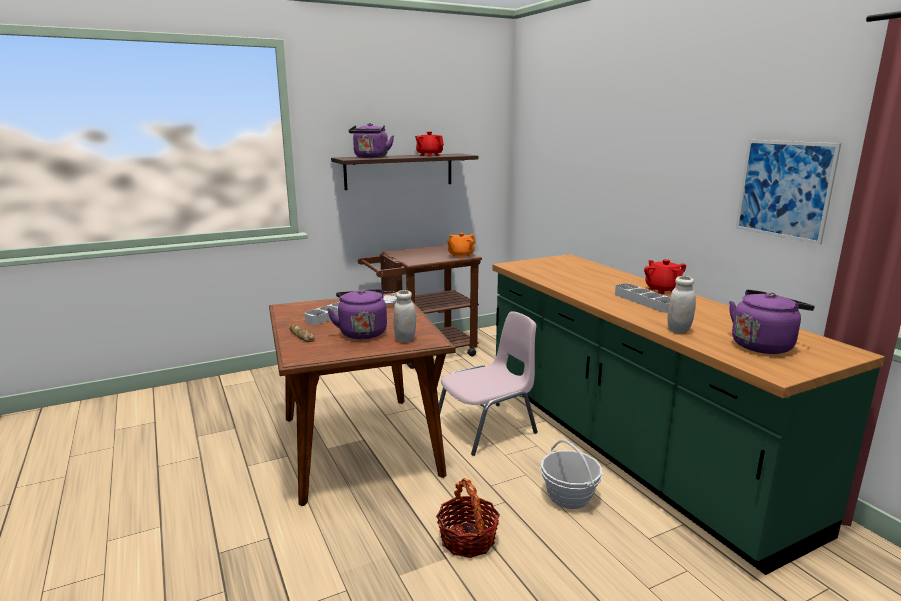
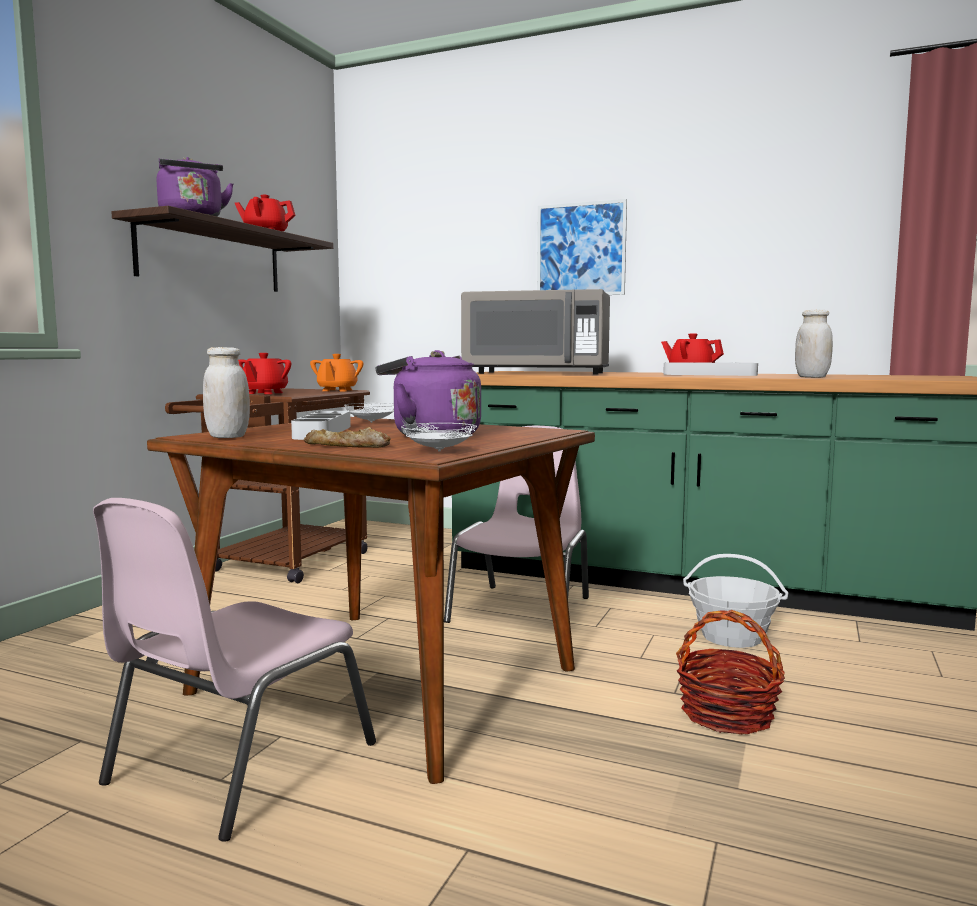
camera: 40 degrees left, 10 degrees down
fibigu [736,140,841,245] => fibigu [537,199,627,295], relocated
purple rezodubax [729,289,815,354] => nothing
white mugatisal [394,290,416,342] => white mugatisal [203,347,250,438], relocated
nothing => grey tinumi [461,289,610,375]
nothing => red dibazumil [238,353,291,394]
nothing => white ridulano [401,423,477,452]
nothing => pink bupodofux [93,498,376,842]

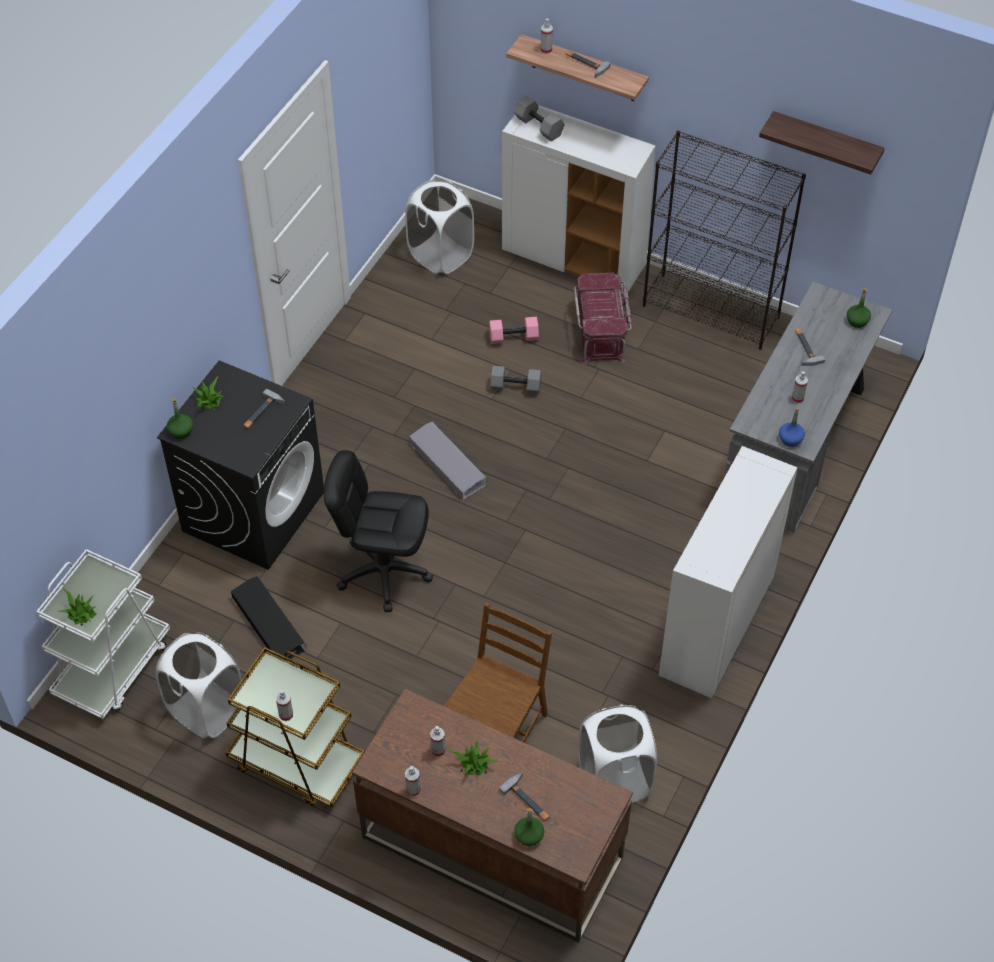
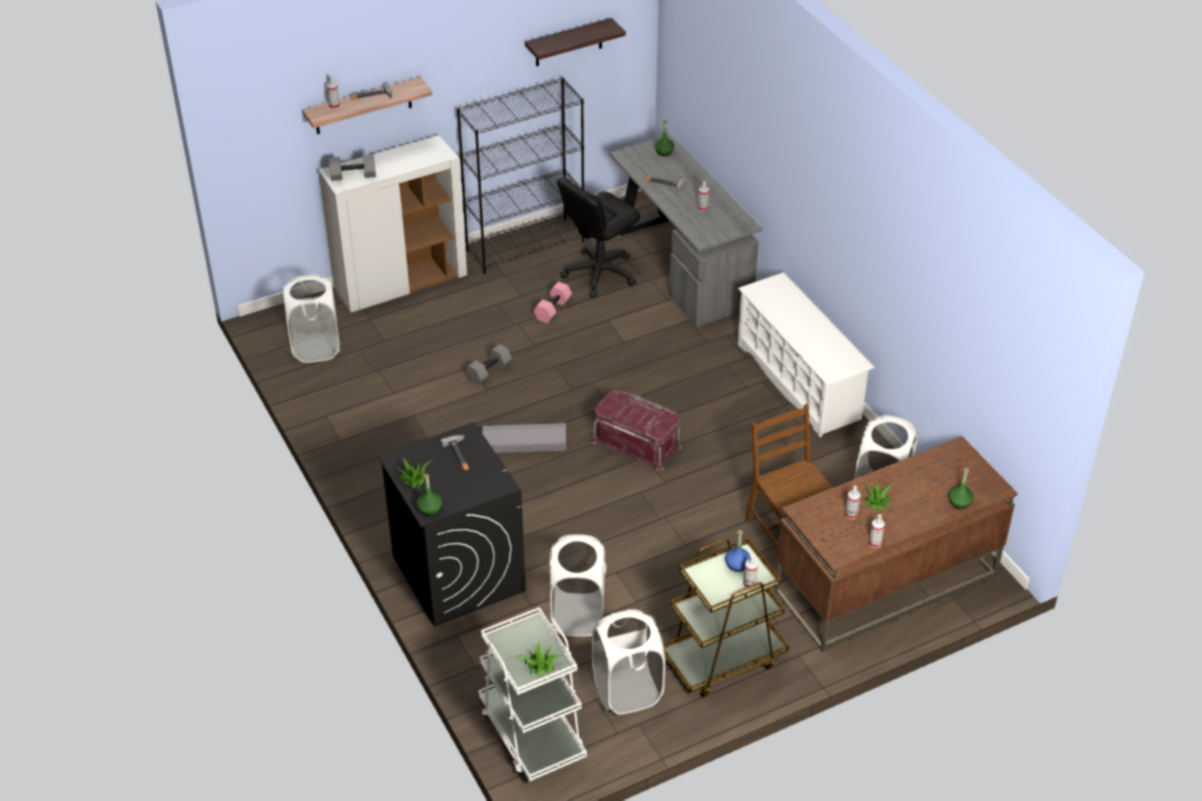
camera: 55 degrees left, 10 degrees down
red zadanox [573,273,632,365] => red zadanox [591,390,682,471], relocated
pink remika [489,317,539,344] => pink remika [533,282,572,323], relocated
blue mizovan [779,407,805,447] => blue mizovan [725,530,750,572], relocated
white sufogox [659,446,798,698] => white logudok [738,272,875,437]
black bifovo [324,450,433,612] => black bifovo [557,177,640,298], relocated
black zadanox [231,576,306,661] => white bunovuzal [549,534,606,637]
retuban [499,773,549,821] => nothing

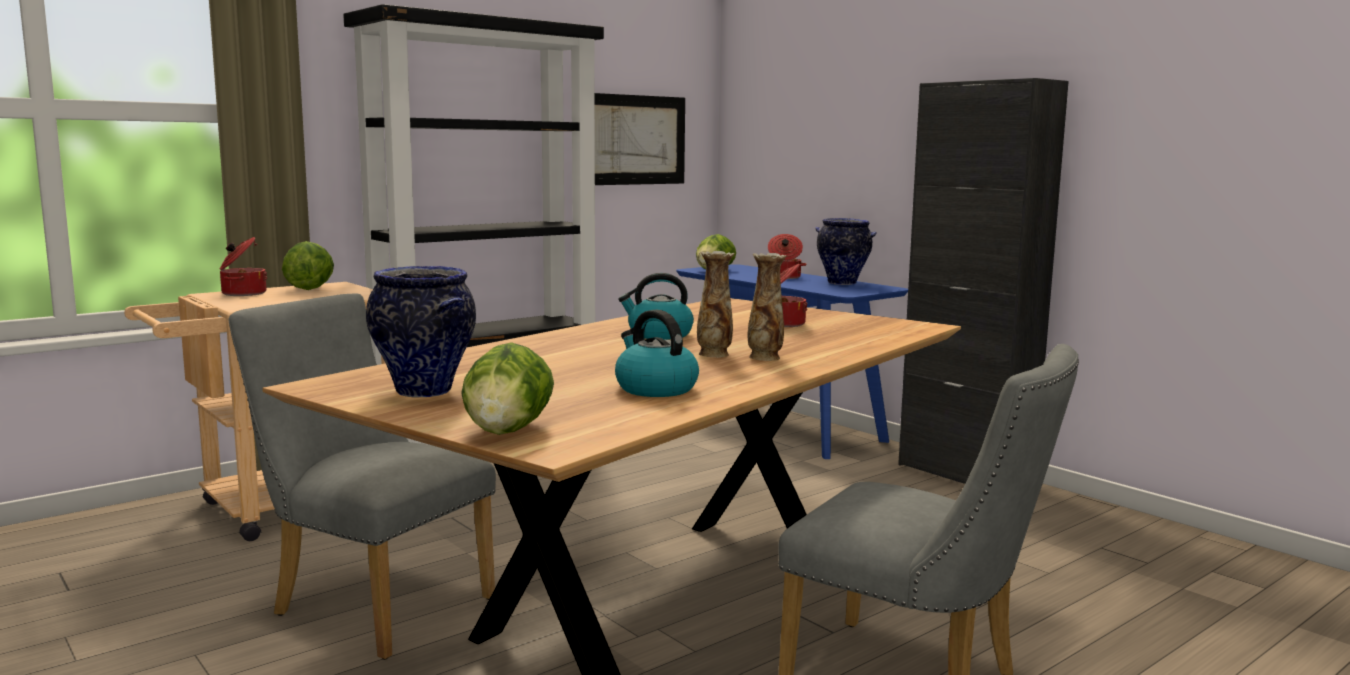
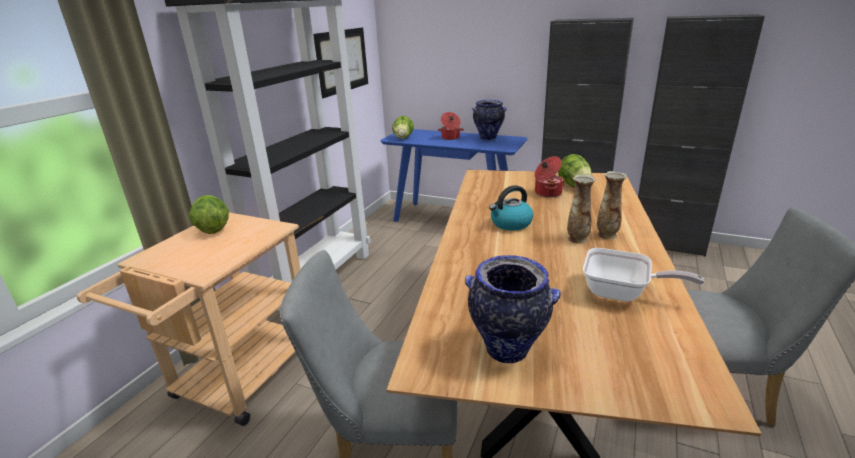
camera: 25 degrees left, 15 degrees up
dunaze [220,237,268,296] => nothing
rezodubax [615,310,699,397] => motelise [583,248,704,301]
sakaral [461,342,554,435] => sakaral [558,154,592,187], relocated
nothing => black sufogox [638,14,765,257]

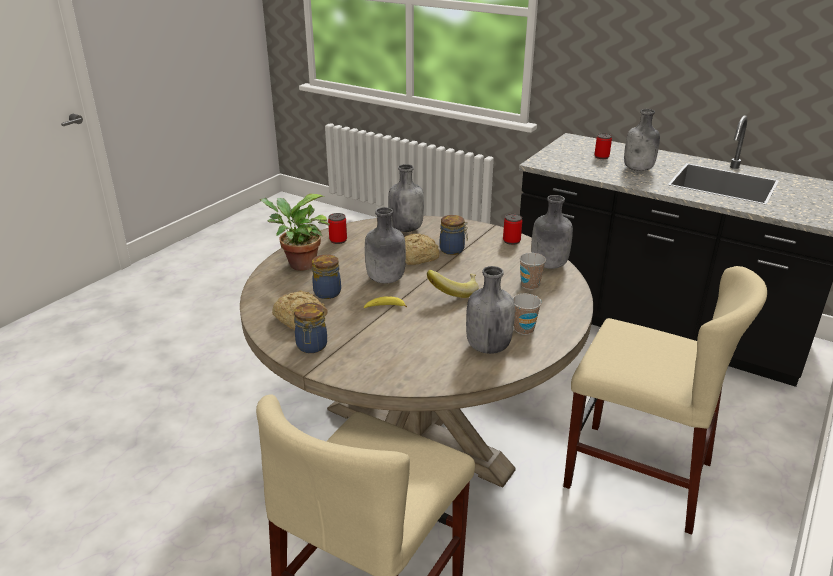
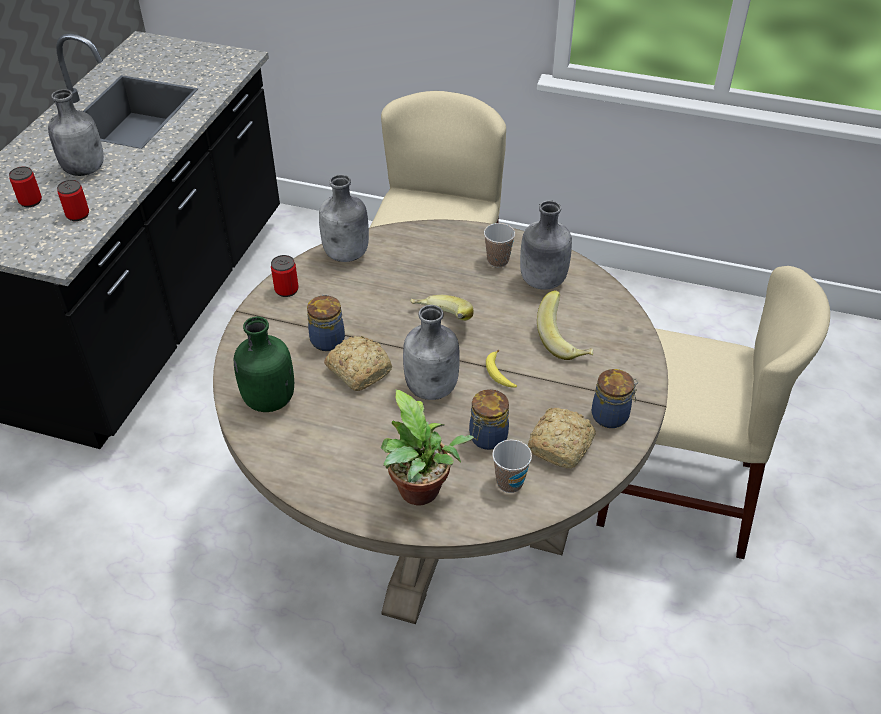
camera: 105 degrees left, 15 degrees up
grey mizovan [388,164,424,232] => green mizovan [234,317,294,412]
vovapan [328,213,347,244] => vovapan [57,180,89,221], relocated
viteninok [519,253,546,290] => viteninok [492,440,532,493], relocated
nothing => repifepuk [537,290,593,360]

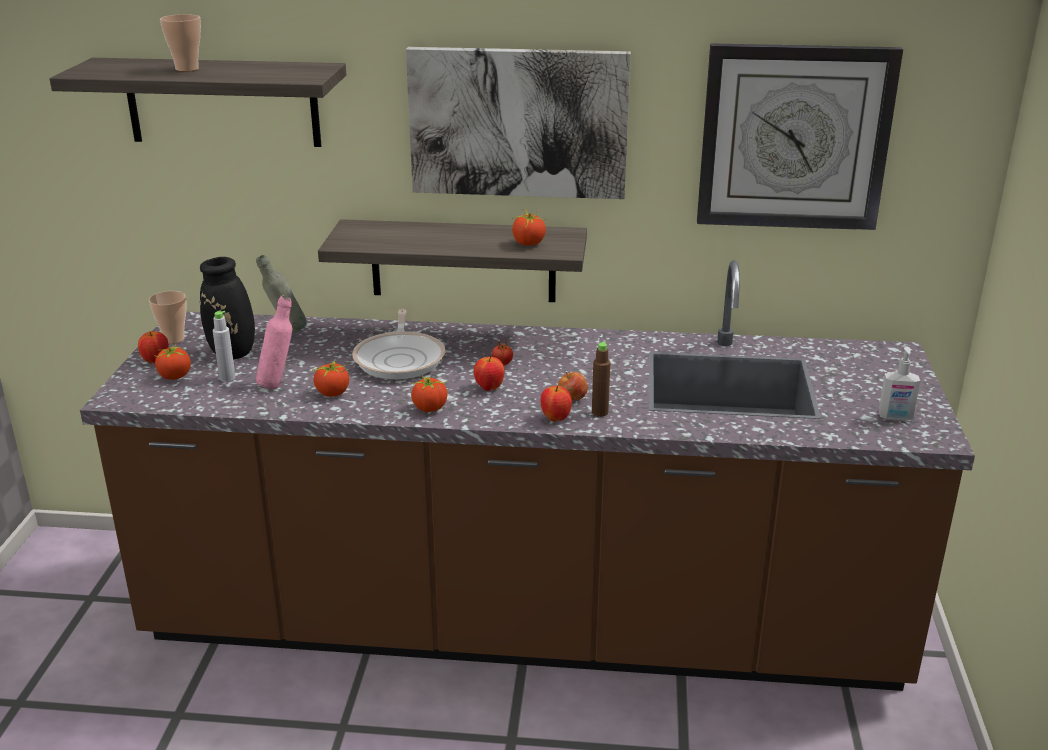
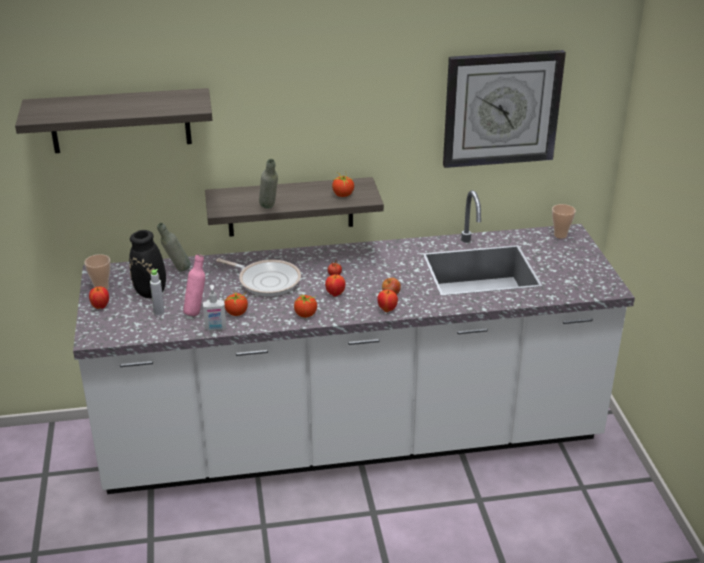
camera: 15 degrees left, 5 degrees up
viteninok [160,14,201,71] => viteninok [552,204,576,239], relocated
fibigu [406,47,631,199] => nothing
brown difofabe [80,260,975,691] => white difofabe [73,190,635,494]
motelise [352,309,445,379] => motelise [216,258,301,296], 45 degrees counterclockwise
brown mizovan [592,341,610,417] => nothing
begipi [154,344,191,380] => nothing
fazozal [878,347,920,421] => fazozal [203,285,226,331], relocated
nothing => grey mizovan [259,159,278,209]

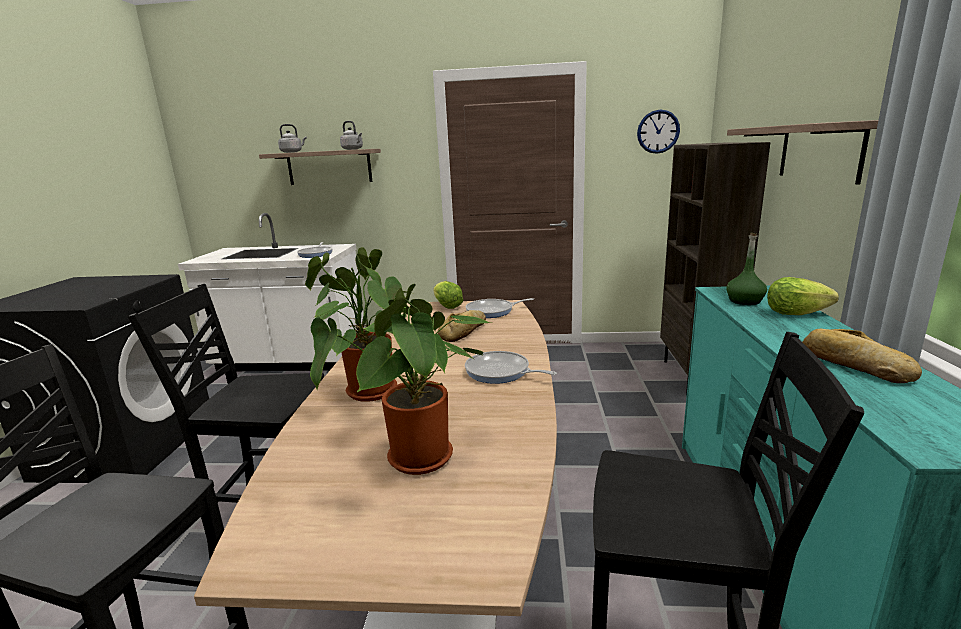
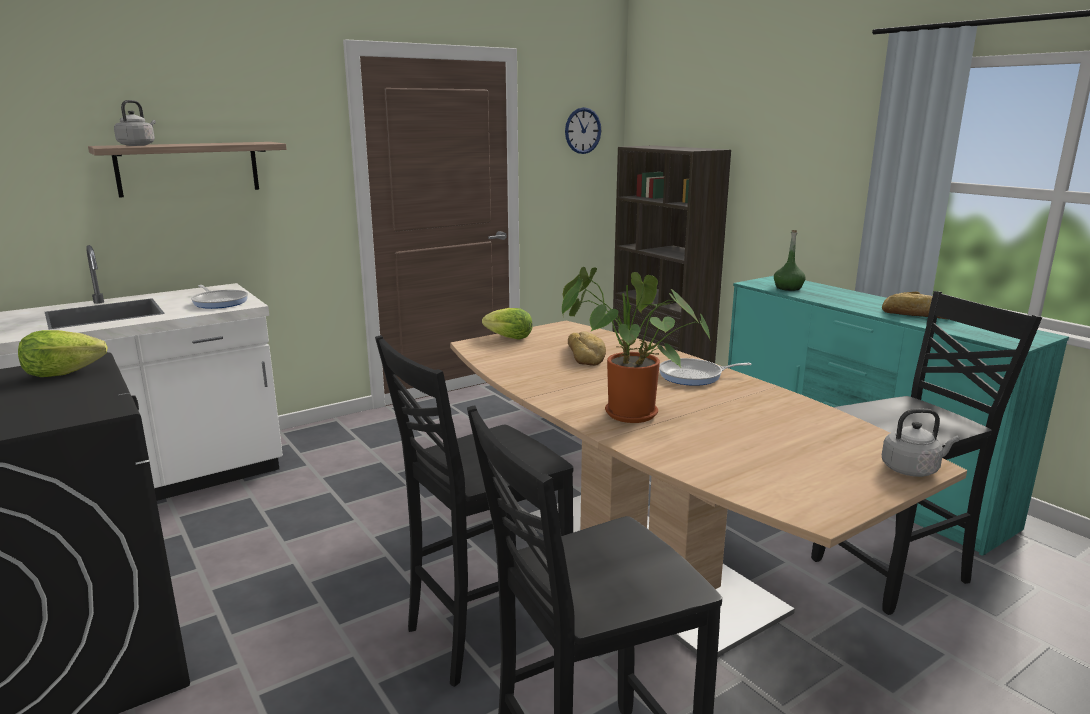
camera: 40 degrees left, 0 degrees up
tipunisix [727,120,878,185] => nothing
grey rezodubax [340,121,363,150] => grey rezodubax [882,409,959,477], relocated
sakaral [767,277,839,315] => sakaral [18,330,108,377], relocated
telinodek [310,284,491,475] => nothing
motelise [466,298,534,318] => nothing

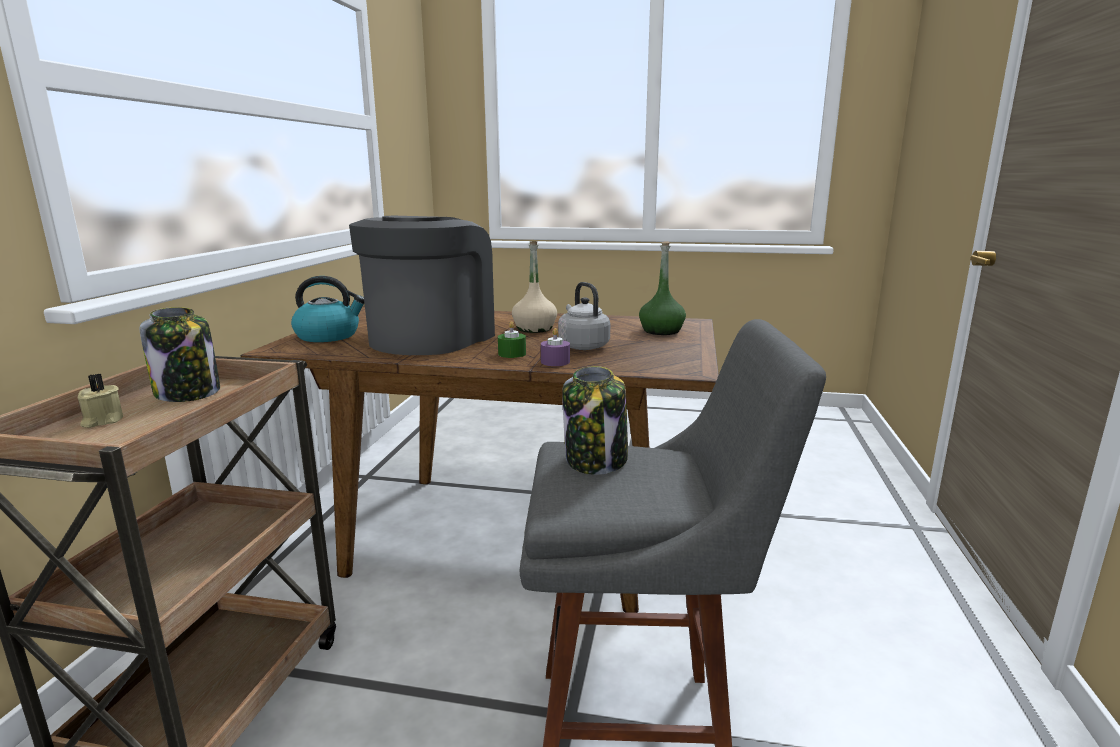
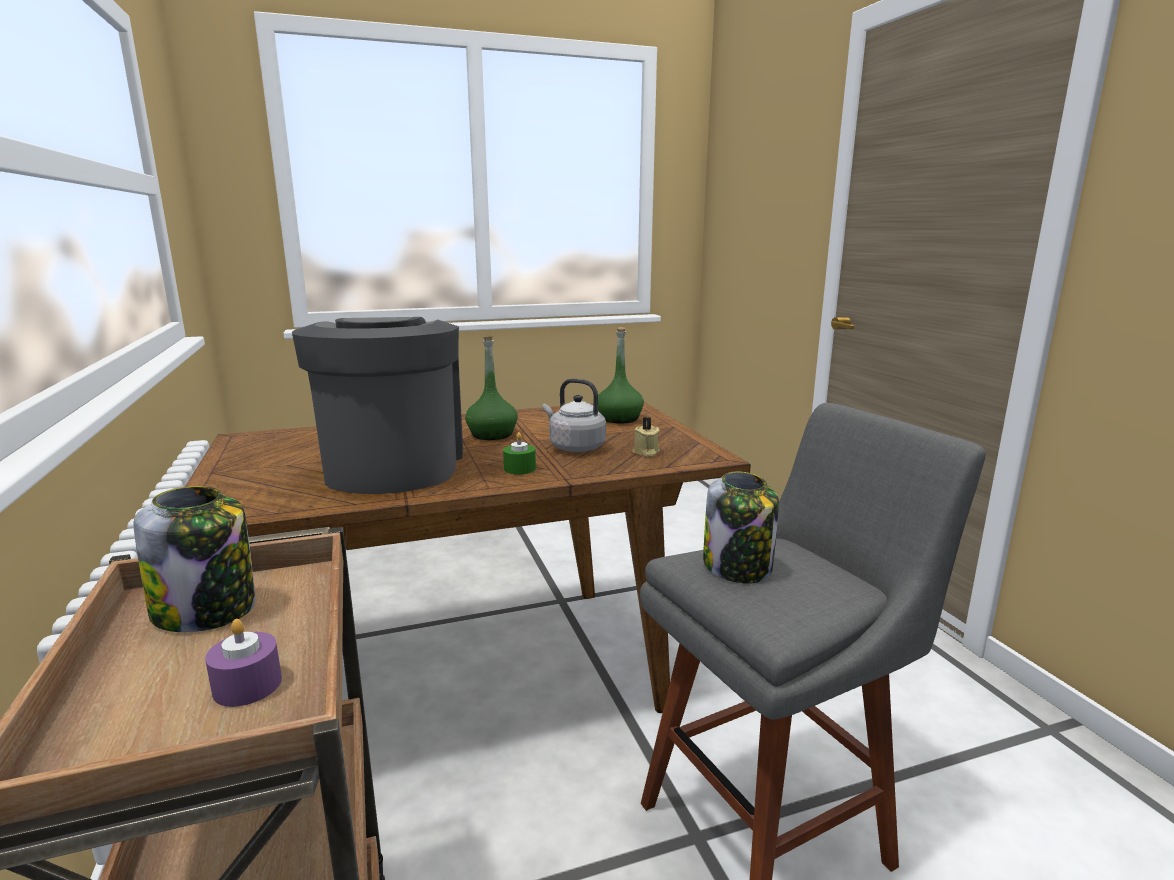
camera: 30 degrees left, 0 degrees up
beige mizovan [512,241,557,333] => green mizovan [465,337,518,440]
rezodubax [291,276,365,342] => nothing
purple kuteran [541,328,570,366] => purple kuteran [205,619,282,707], relocated
beige kuteran [78,374,123,428] => beige kuteran [632,417,660,457], relocated

